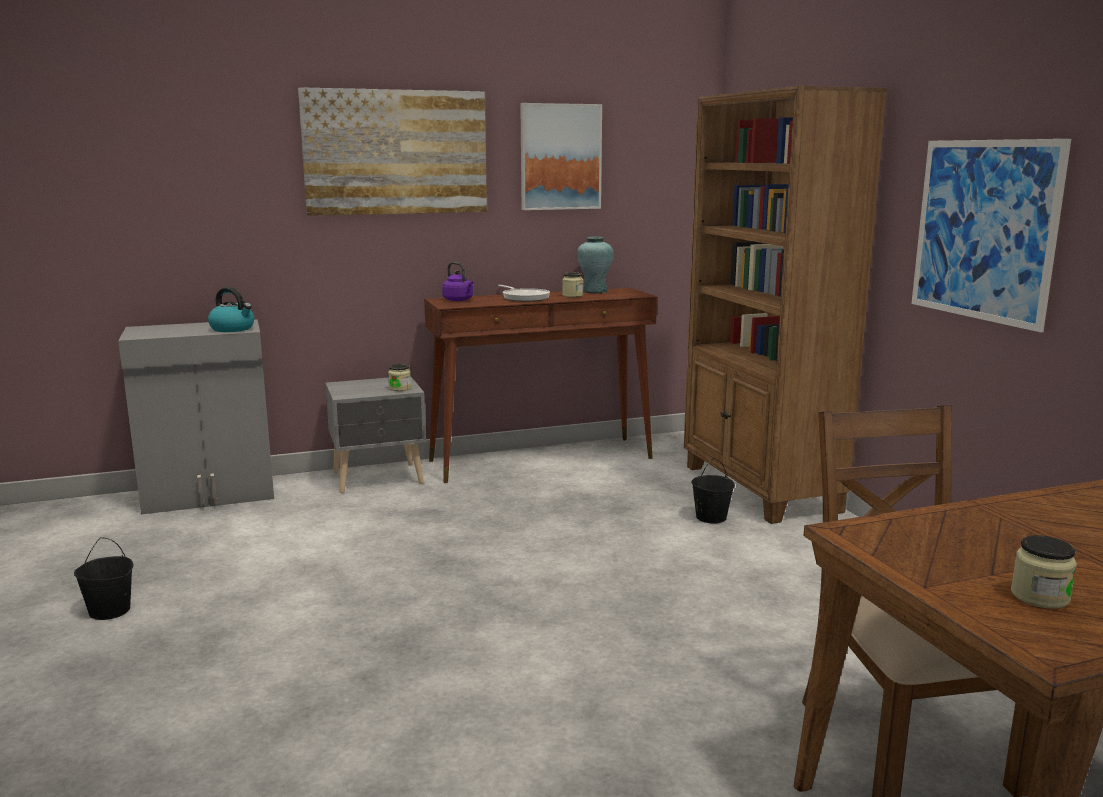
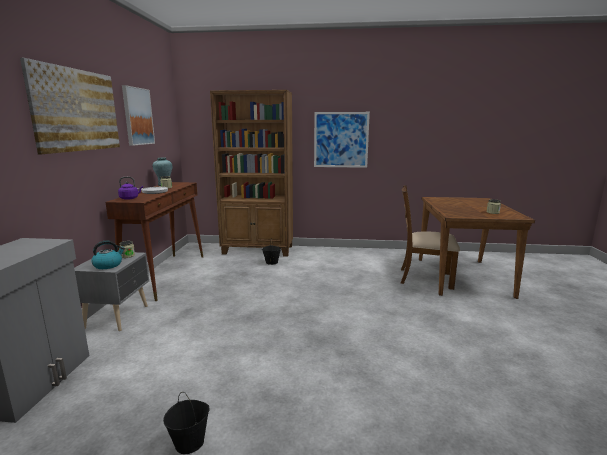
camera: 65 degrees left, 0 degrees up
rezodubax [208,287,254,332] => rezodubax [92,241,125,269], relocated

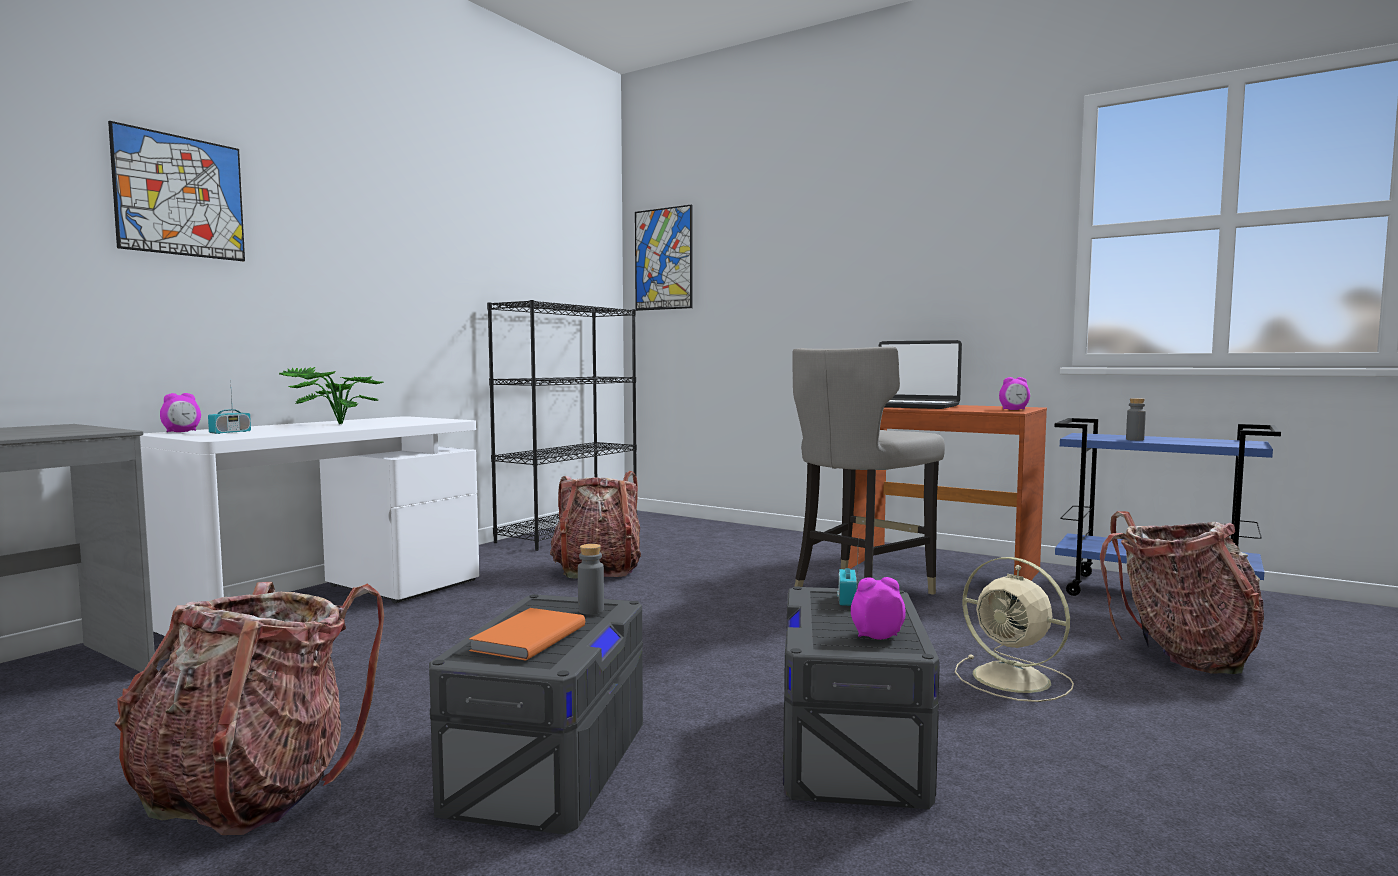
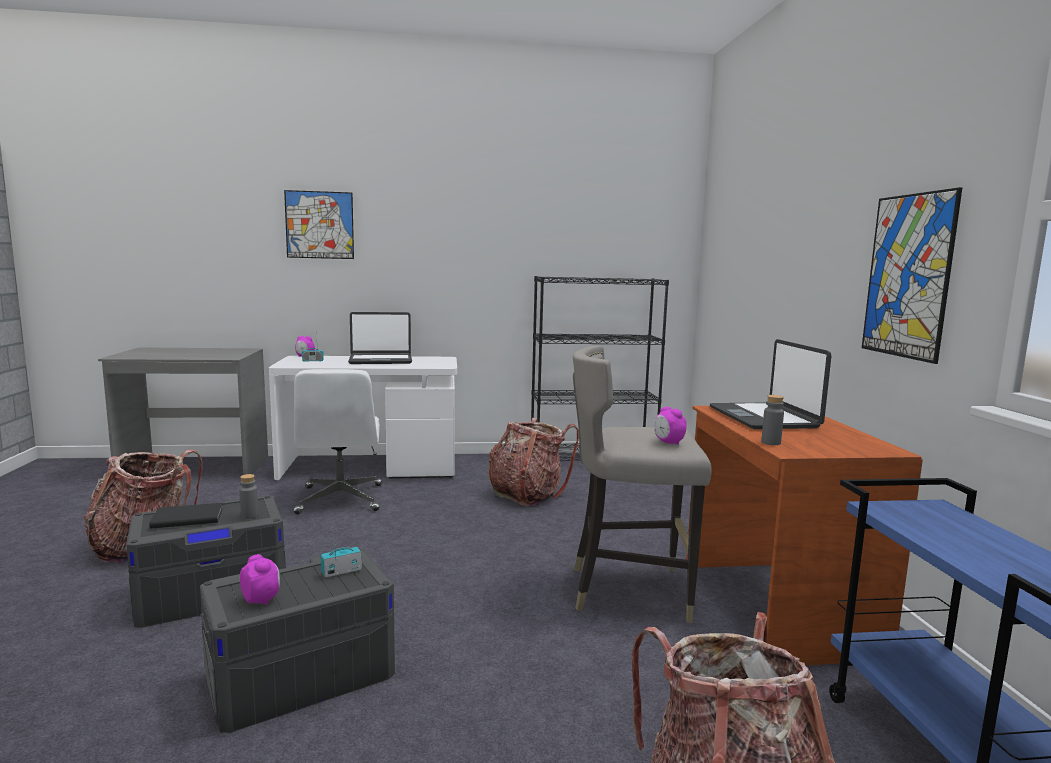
camera: 50 degrees right, 5 degrees up
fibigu [635,205,692,311] => fibigu [862,187,962,364], relocated
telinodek [280,367,383,424] => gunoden [348,312,412,364]
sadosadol [999,377,1030,410] => sadosadol [654,407,687,445], relocated
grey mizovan [1126,398,1146,441] => grey mizovan [761,395,784,445], relocated
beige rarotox [955,557,1074,702] => nothing
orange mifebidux [469,608,585,661] => black mifebidux [149,503,223,529]
nothing => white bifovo [294,369,382,514]

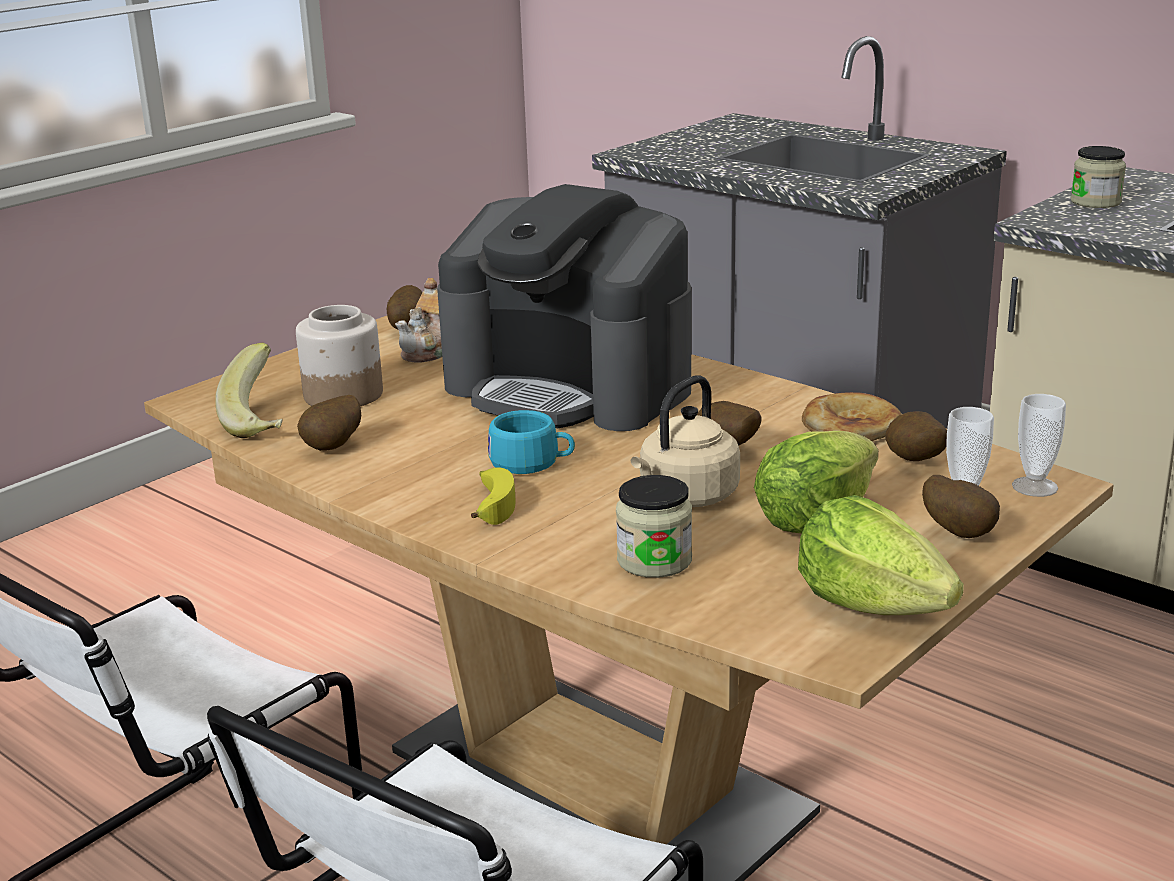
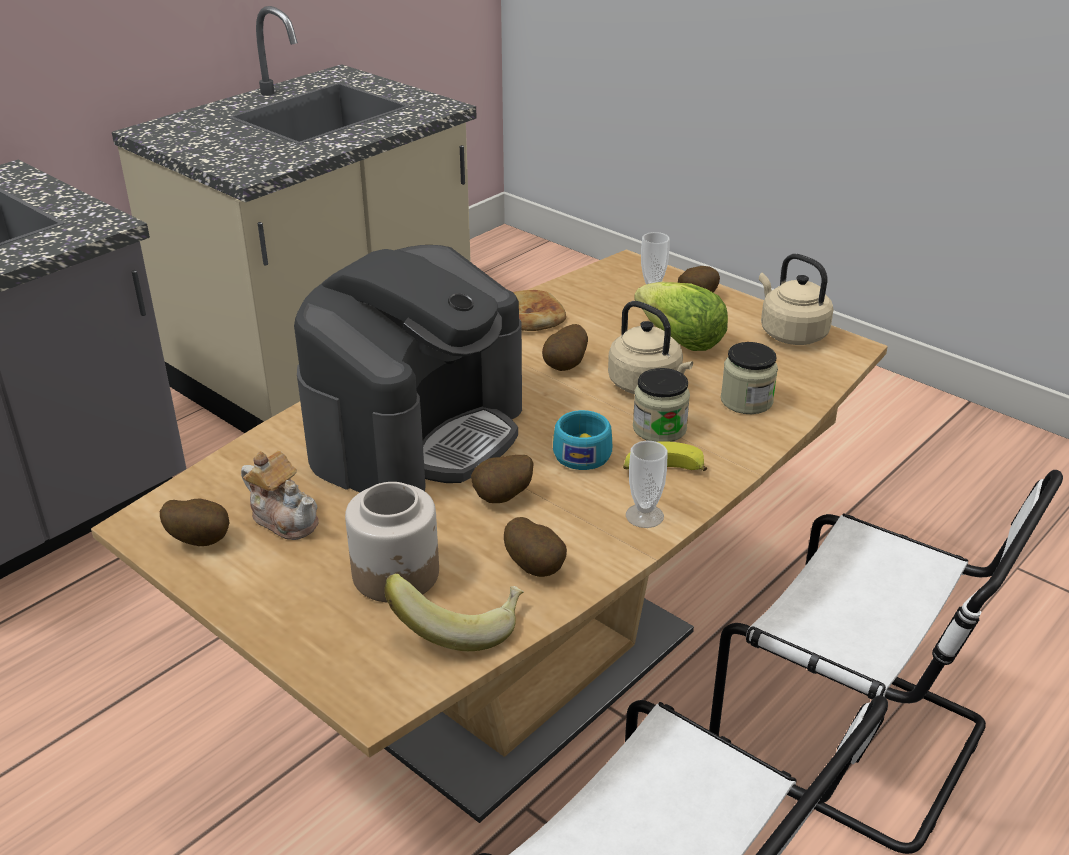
camera: 90 degrees left, 10 degrees up
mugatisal [1071,146,1126,208] => mugatisal [633,368,690,442], relocated
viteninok [1012,394,1066,497] => viteninok [626,441,668,528], relocated
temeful [886,411,947,461] => temeful [471,455,534,503], relocated
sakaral [798,495,964,615] => beige rezodubax [759,254,833,345]

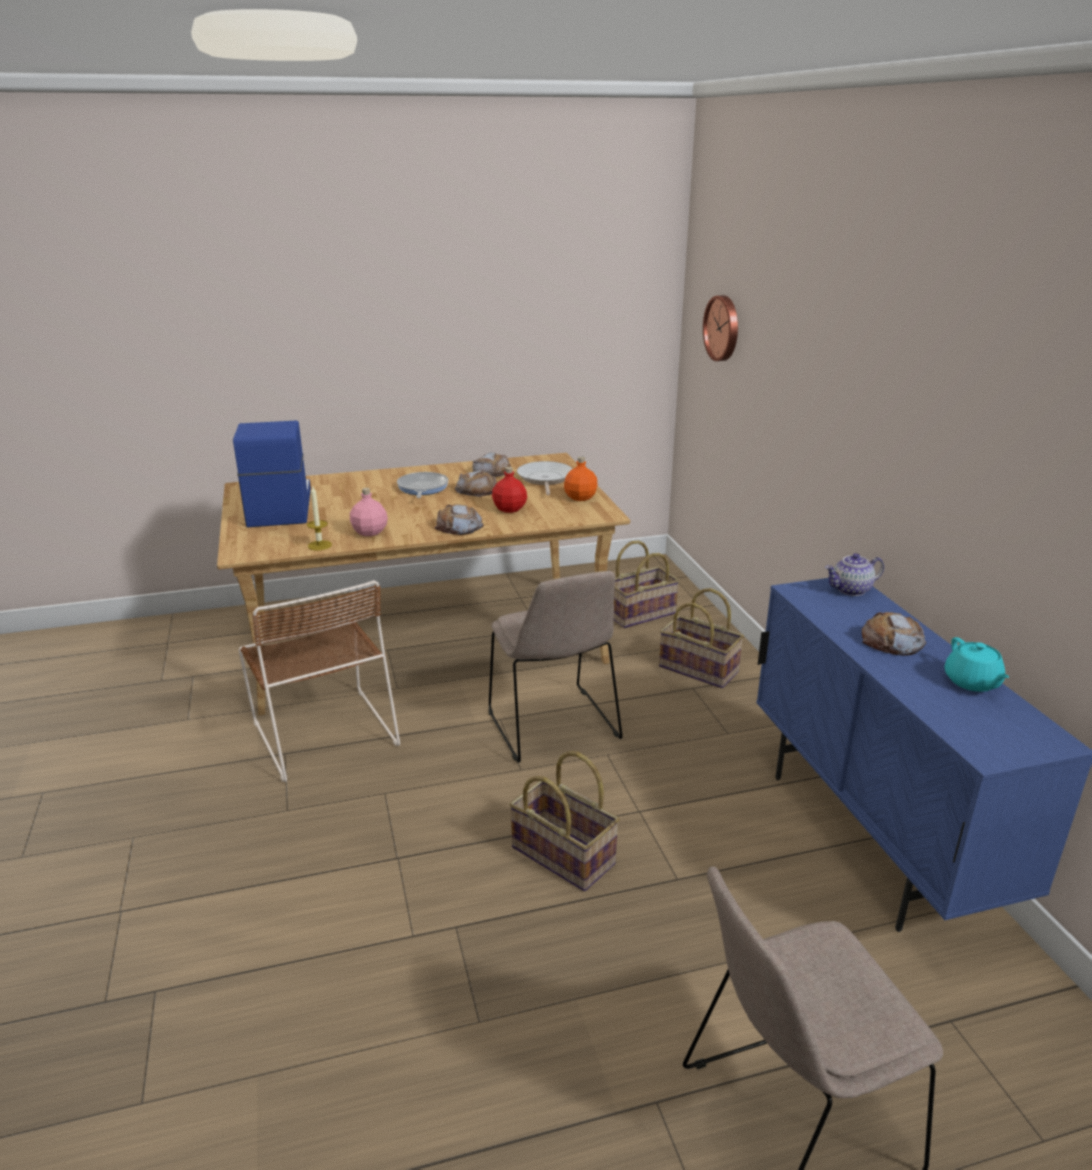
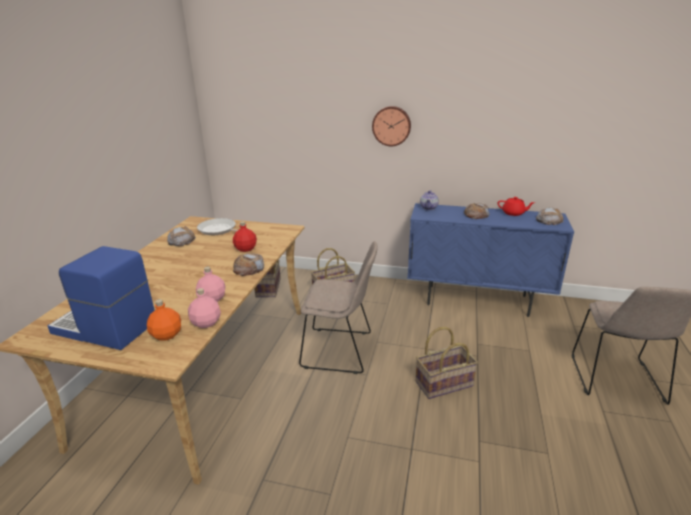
camera: 60 degrees left, 0 degrees up
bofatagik [703,295,738,361] => bofatagik [372,106,411,146], relocated
orange mizovan [564,456,598,501] => orange mizovan [147,299,181,340], relocated
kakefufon [455,470,497,497] => kakefufon [536,207,564,225], relocated
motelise [397,472,449,498] => nothing
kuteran [307,487,332,551] => pink mizovan [188,288,221,328]
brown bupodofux [239,580,400,782] => nothing
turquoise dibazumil [945,637,1009,692] => red dibazumil [497,197,535,216]

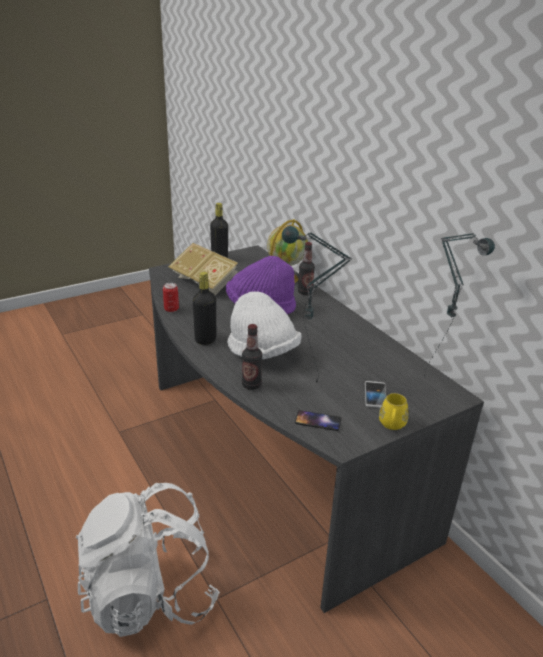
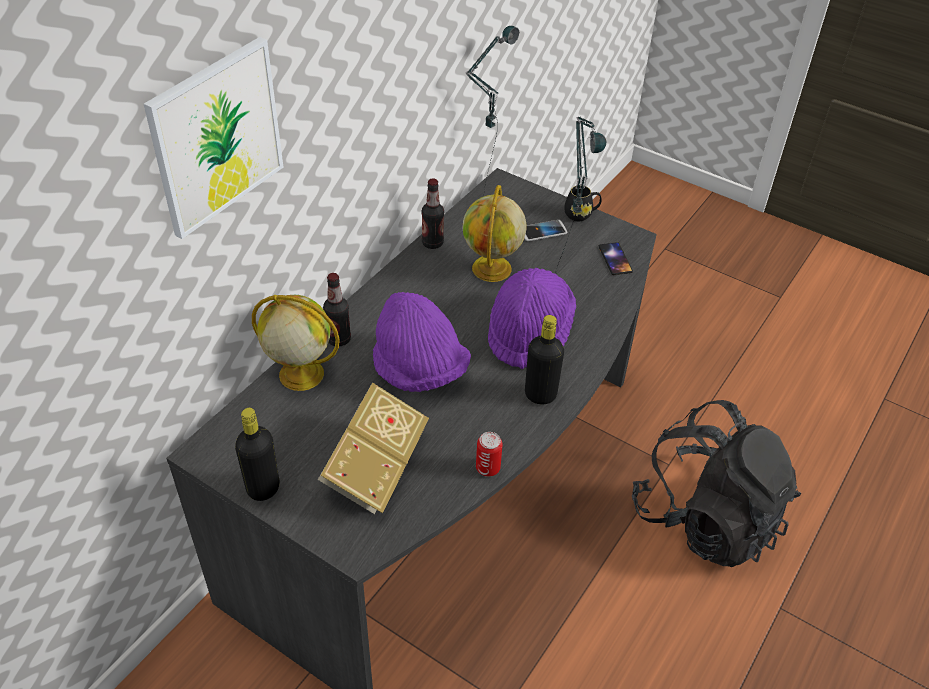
camera: 115 degrees left, 15 degrees up
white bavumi [227,291,302,359] => purple bavumi [488,268,576,369]
mizovan [242,324,262,390] => mizovan [421,178,444,249], relocated
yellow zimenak [379,393,409,430] => black zimenak [564,185,602,221]
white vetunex [76,483,220,637] => black vetunex [632,400,801,567]
nothing => fibigu [144,37,283,239]
nothing => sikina [462,185,527,282]

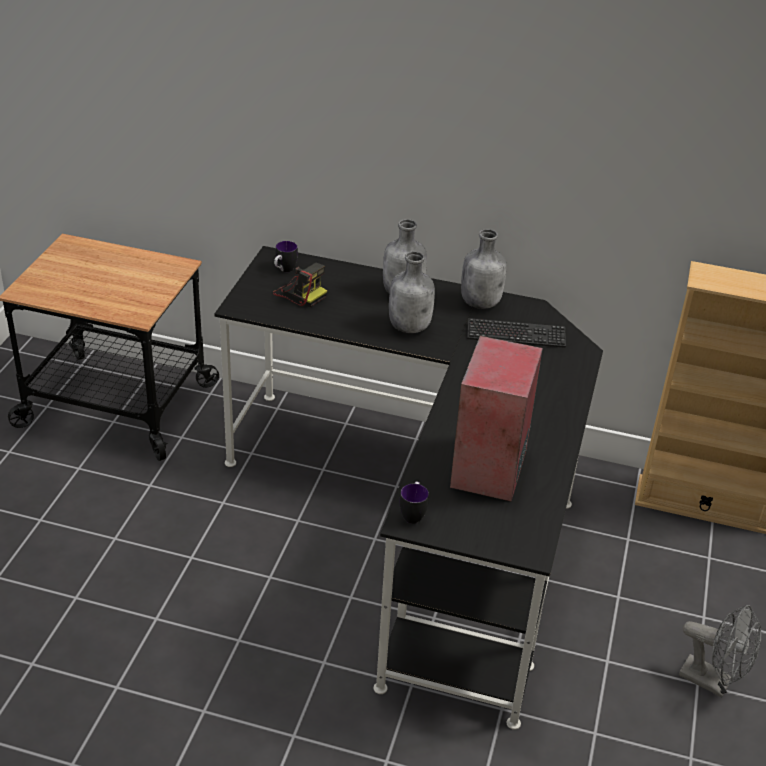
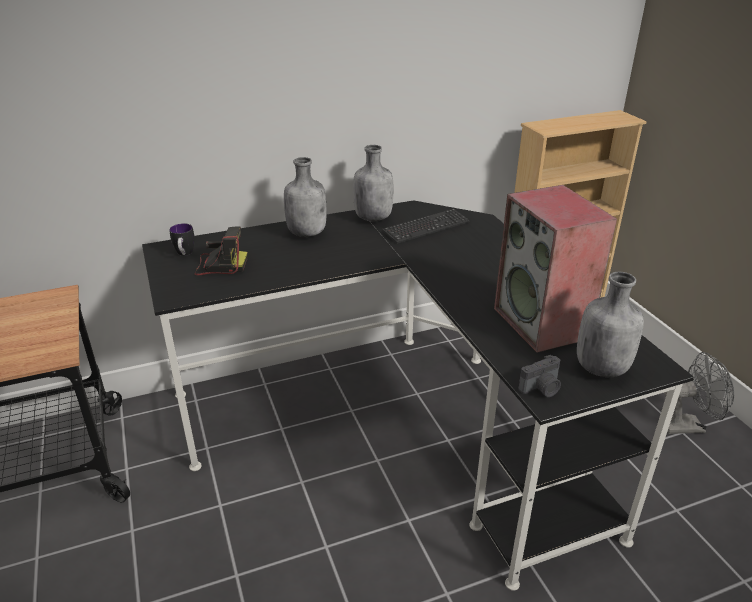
camera: 35 degrees left, 5 degrees down
grey mizovan [389,251,435,333] => grey mizovan [577,272,644,377], relocated
zimenak [400,482,429,524] => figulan [518,355,561,397]

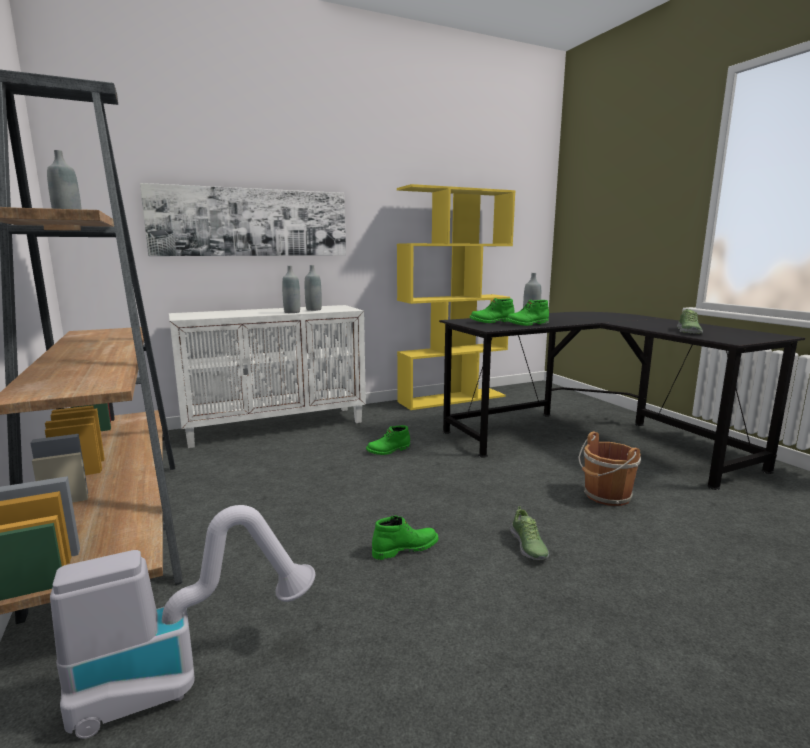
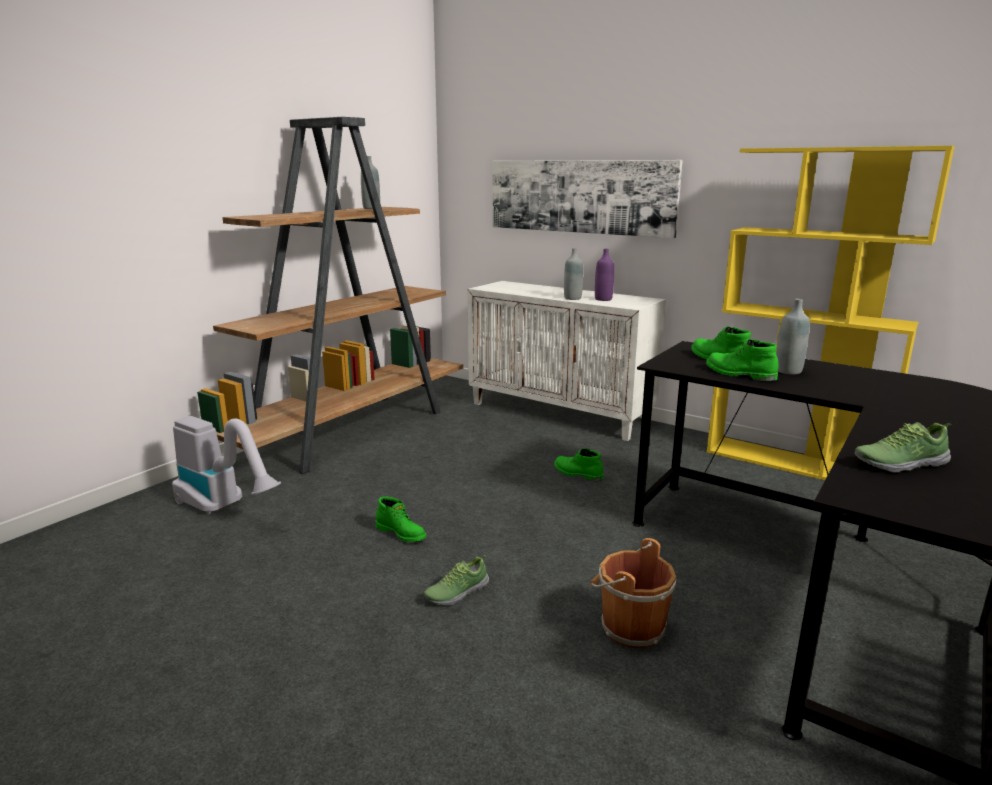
camera: 60 degrees right, 5 degrees up
grey mizovan [305,265,322,311] => purple mizovan [595,249,614,301]

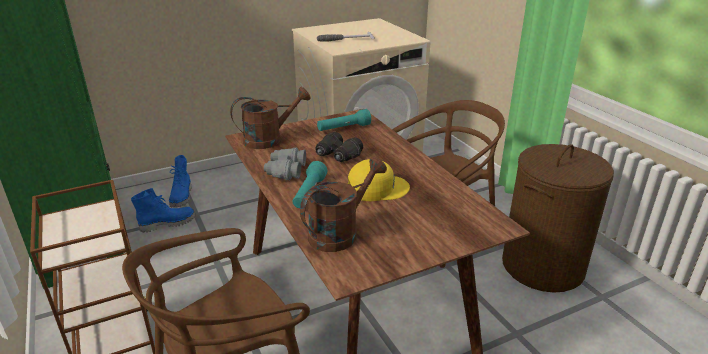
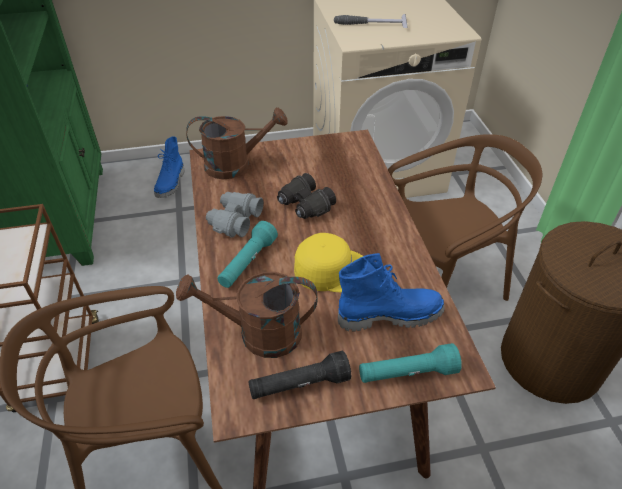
camera: 15 degrees right, 15 degrees up
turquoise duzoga [317,109,371,131] => turquoise duzoga [359,343,462,383], relocated
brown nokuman [300,157,387,252] => brown nokuman [176,272,317,358], 150 degrees counterclockwise
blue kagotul [131,188,196,233] => blue kagotul [338,253,445,332], relocated
nothing => black duzoga [248,351,351,399]

